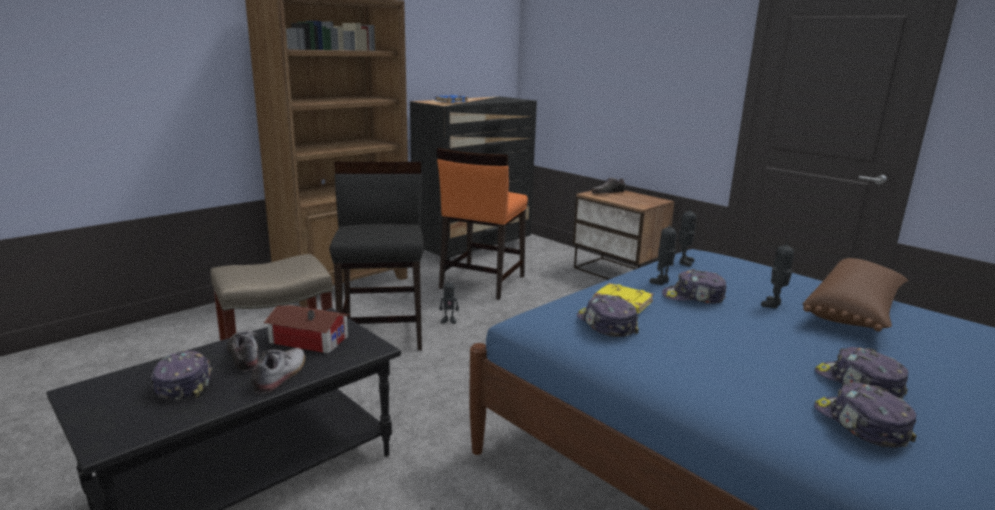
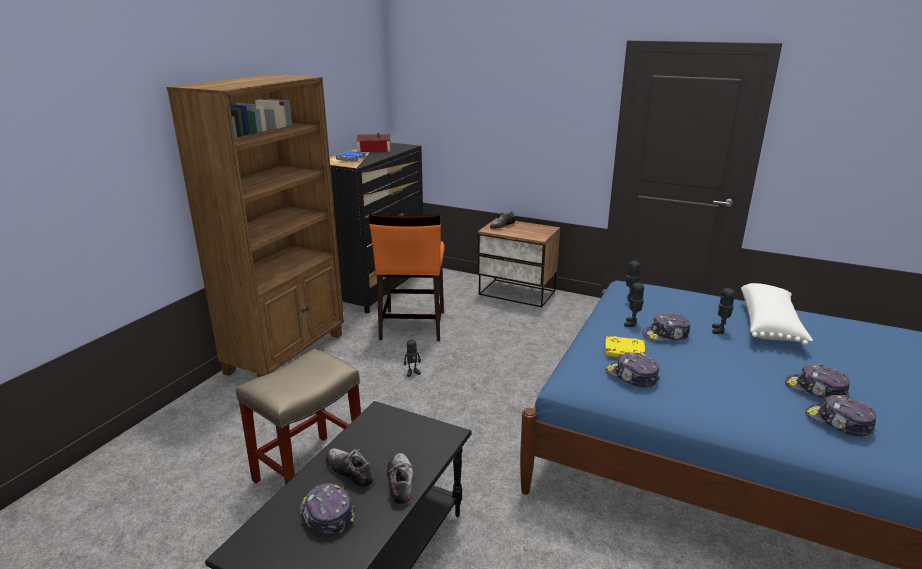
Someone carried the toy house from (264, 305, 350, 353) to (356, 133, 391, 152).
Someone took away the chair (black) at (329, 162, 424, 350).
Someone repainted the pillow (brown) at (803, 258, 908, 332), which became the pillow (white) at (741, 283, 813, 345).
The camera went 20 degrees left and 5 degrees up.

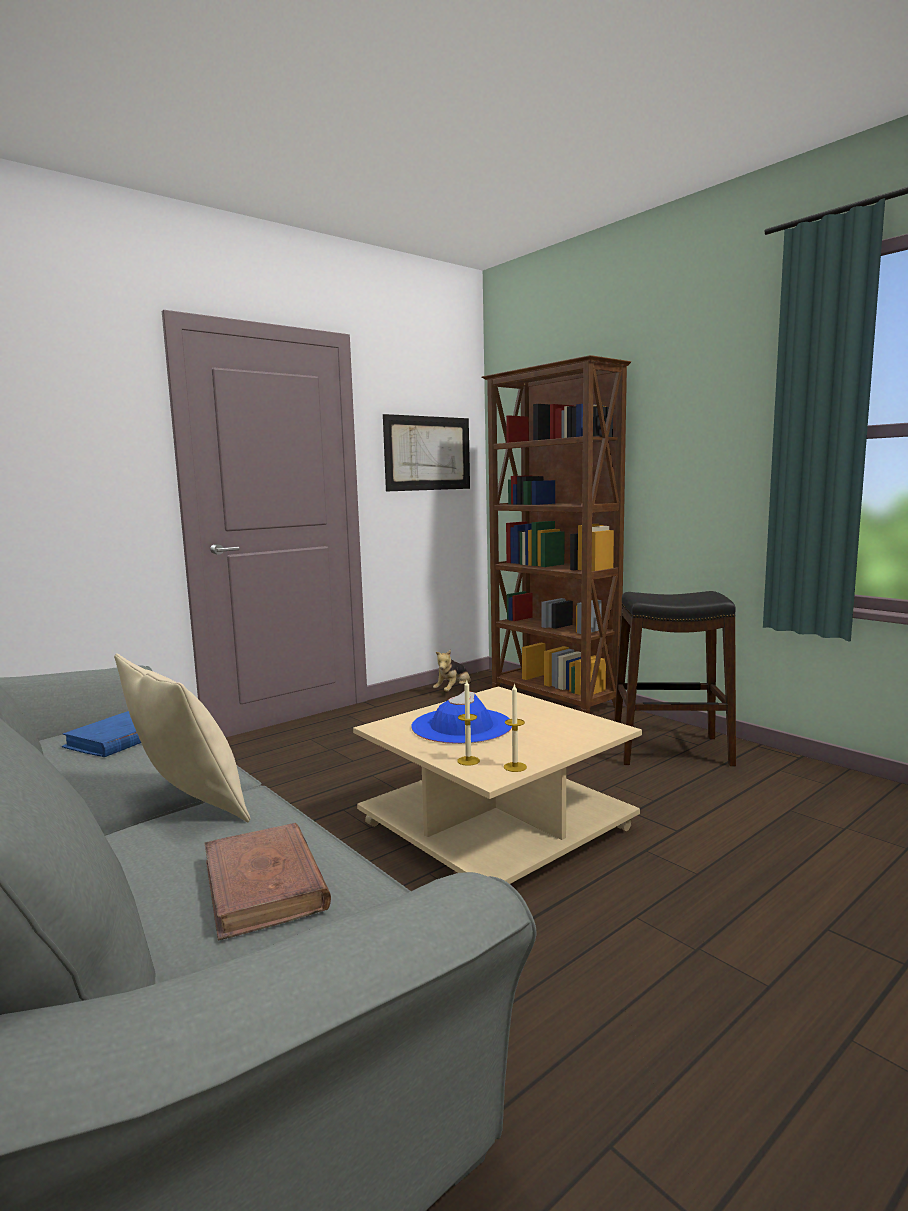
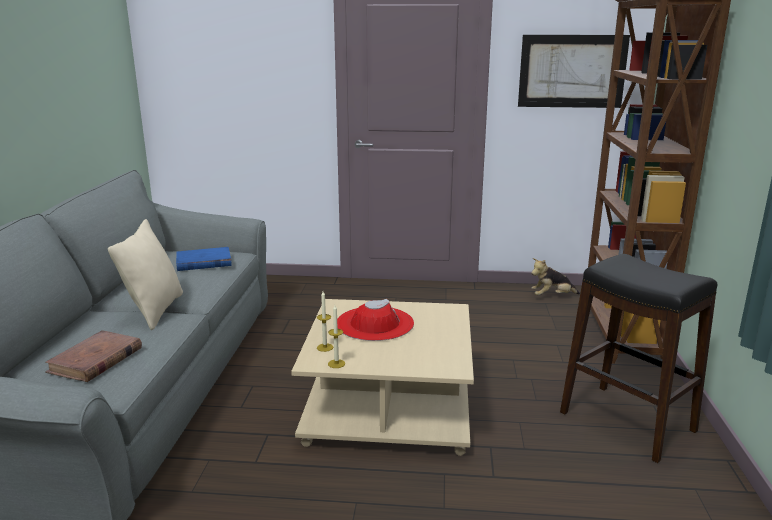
Someone repainted the hat (blue) at (411, 691, 512, 744), which became the hat (red) at (337, 299, 414, 341).
The camera went 45 degrees right and 10 degrees up.

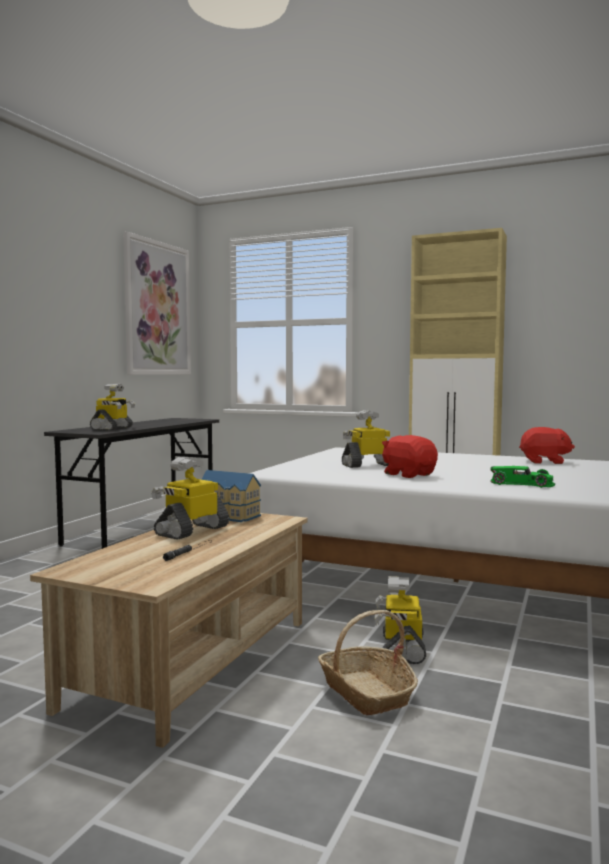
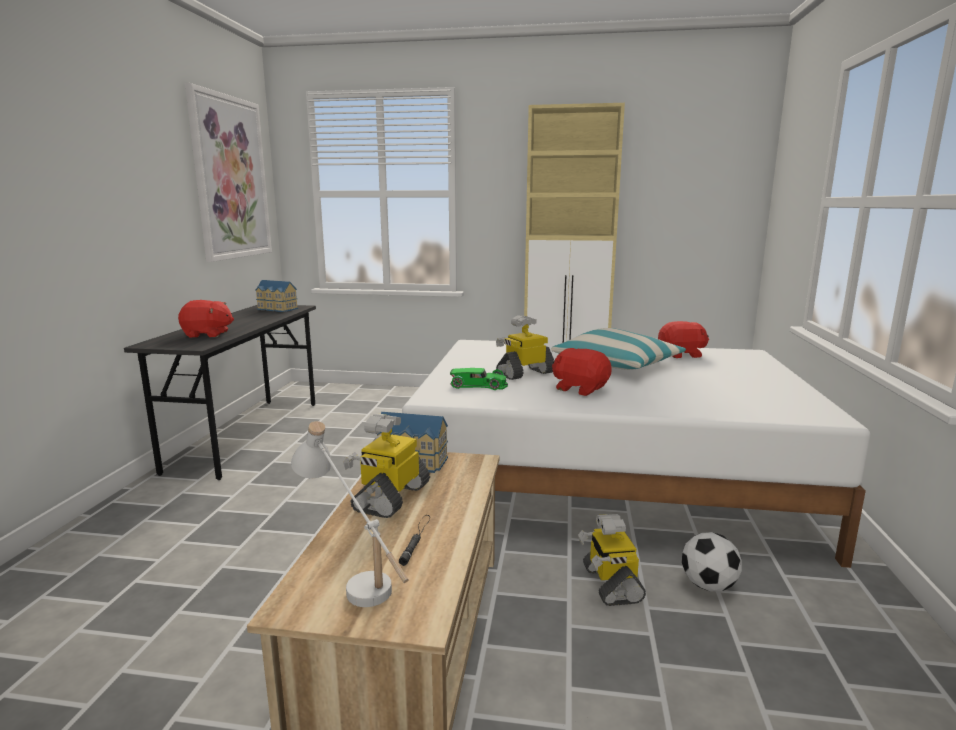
Someone swapped the toy robot at (90, 384, 135, 430) for the plush toy (red) at (178, 300, 234, 337).
Someone took away the basket at (318, 610, 418, 715).
Someone carried the toy car (green) from (490, 466, 555, 488) to (450, 368, 508, 390).
Someone put down the toy house at (255, 280, 298, 312).
Someone put down the table lamp (white) at (291, 421, 409, 607).
Someone put down the pillow at (551, 328, 686, 370).
Someone put down the football at (681, 532, 742, 591).
The camera went 15 degrees left and 10 degrees up.

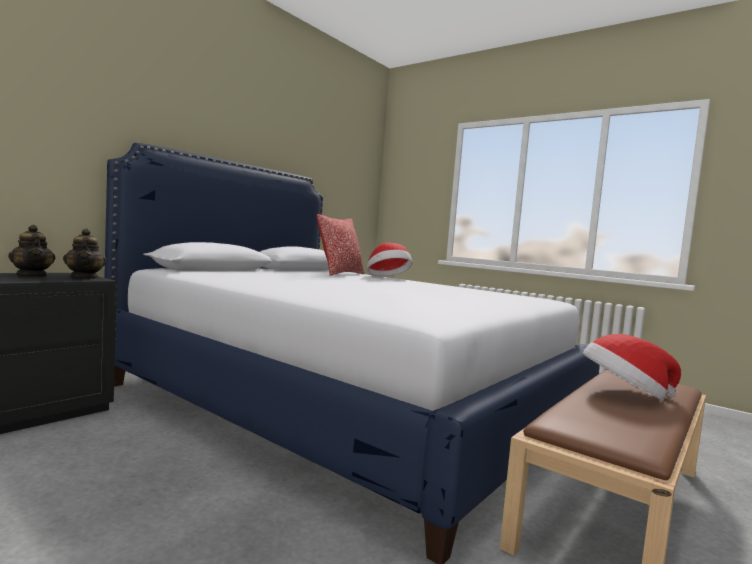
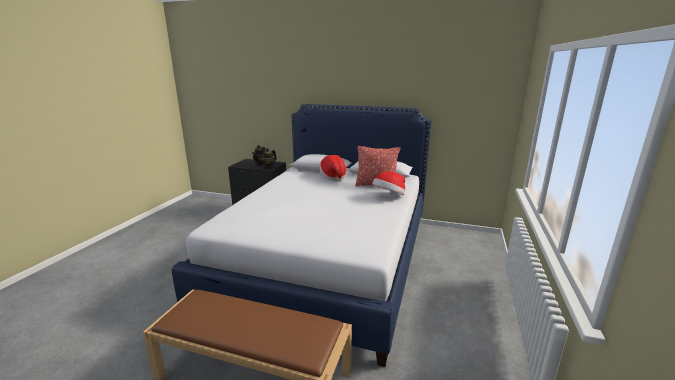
Someone carried the hat from (583, 334, 681, 401) to (319, 155, 347, 182).
The camera went 70 degrees right and 15 degrees up.

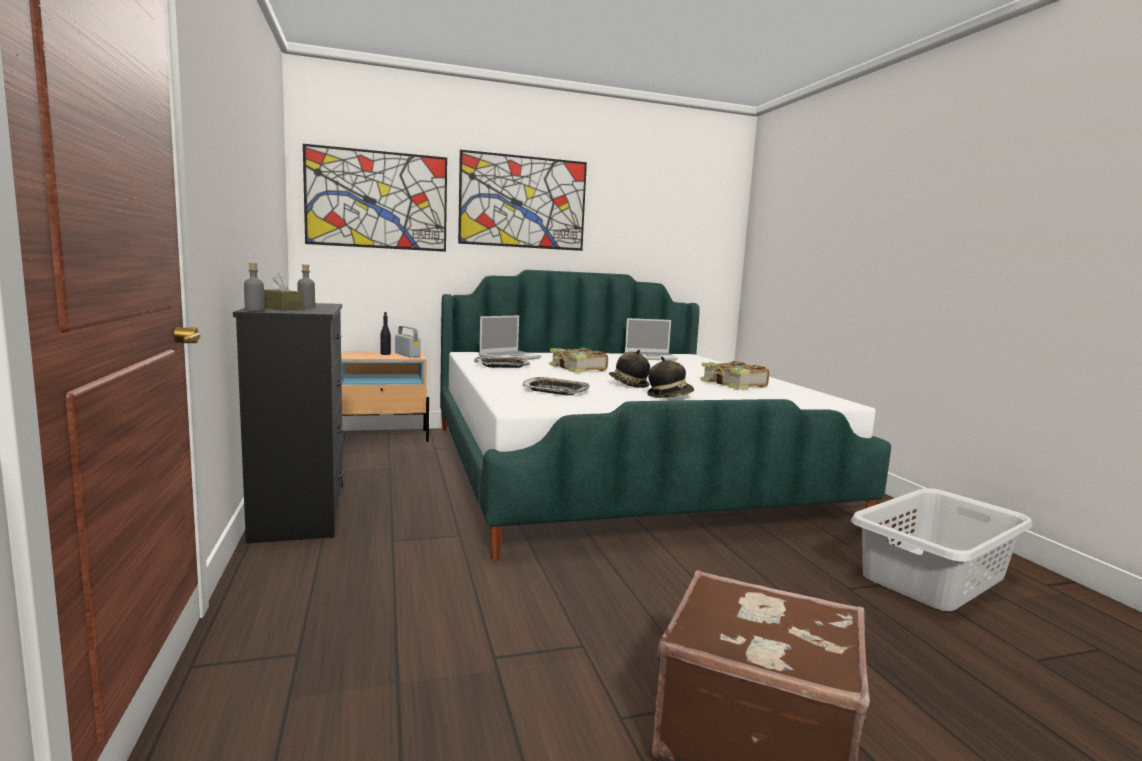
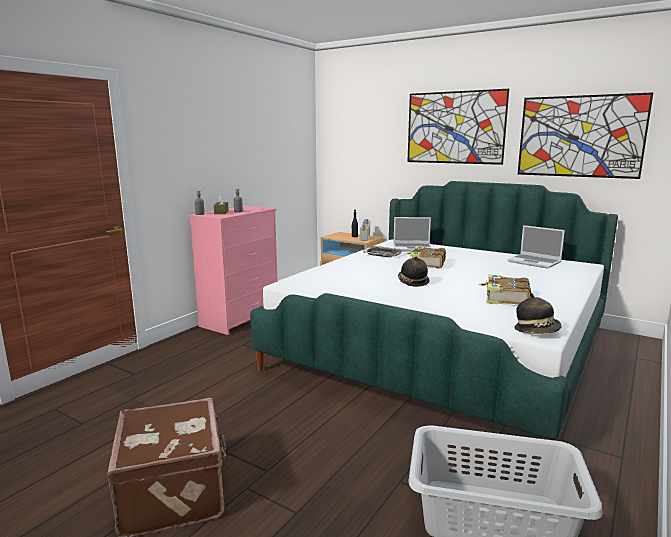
Someone repainted the dresser (black) at (233, 303, 343, 544), which became the dresser (pink) at (189, 206, 278, 335).
Someone carried the picture from (303, 144, 447, 252) to (518, 92, 653, 179).
Someone took away the tray at (523, 377, 590, 395).
Someone carried the hat from (647, 357, 694, 398) to (514, 293, 562, 334).
The camera went 50 degrees right and 5 degrees up.

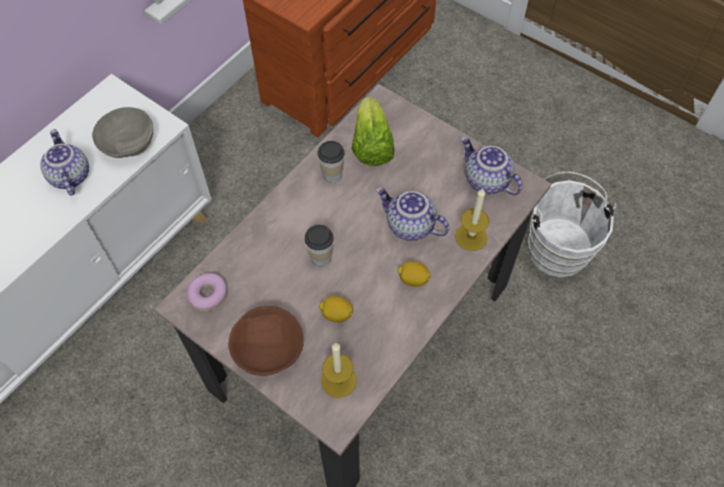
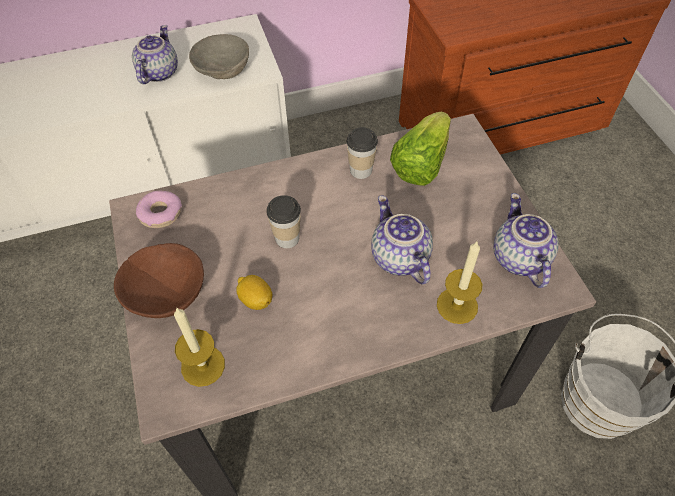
Someone took away the lemon at (397, 261, 431, 287).
The camera went 35 degrees right and 5 degrees down.

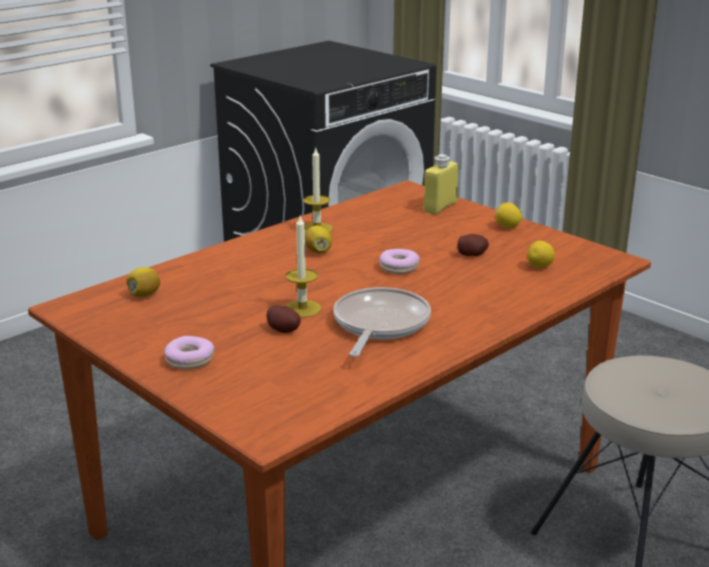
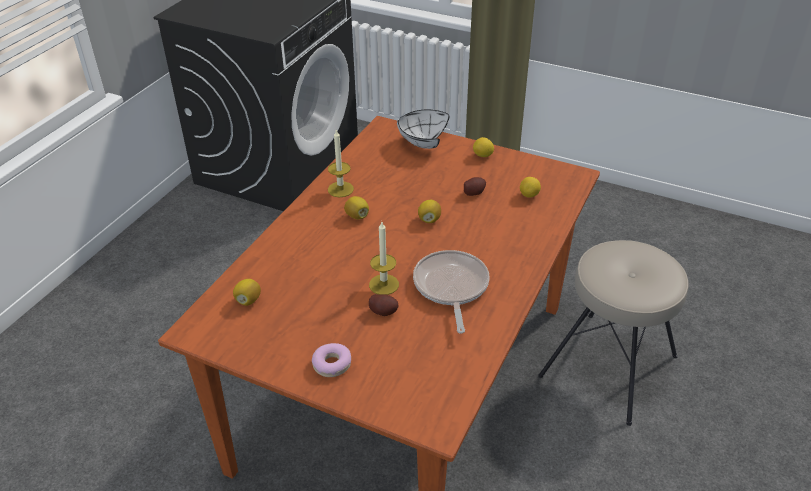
Someone swapped the donut at (379, 249, 420, 274) for the lemon at (418, 200, 441, 223).
Someone swapped the bottle (yellow) at (423, 154, 459, 214) for the bowl (white) at (397, 109, 450, 149).
The camera went 20 degrees left and 15 degrees up.

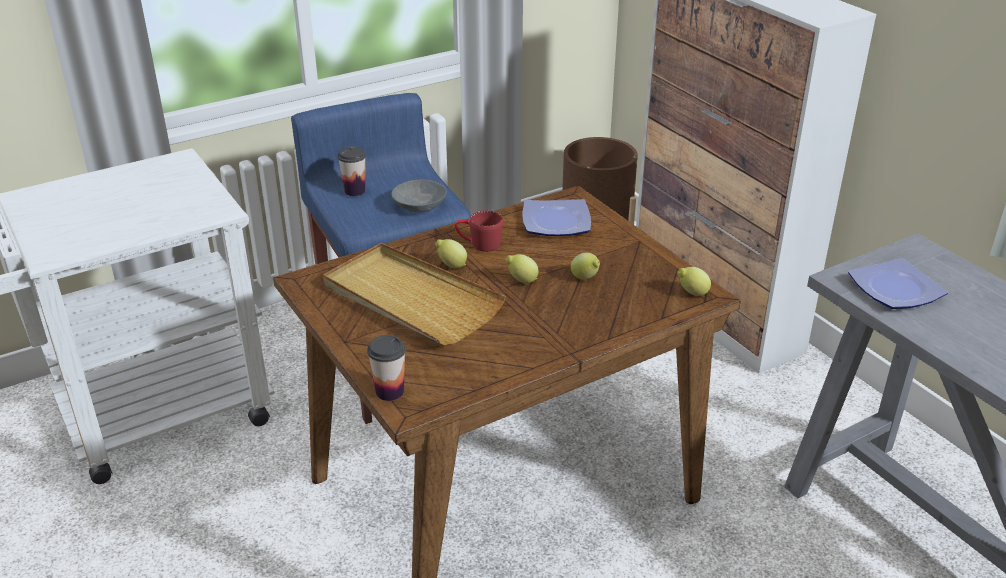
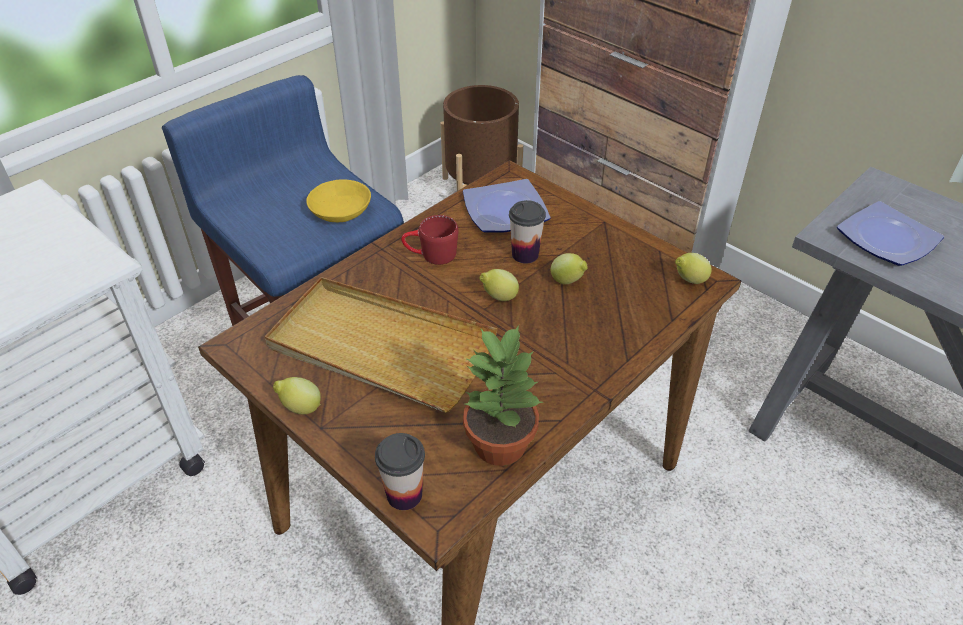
Someone carried the cup from (338, 146, 366, 196) to (509, 200, 546, 264).
Someone repainted the bowl (grey) at (391, 179, 447, 212), which became the bowl (yellow) at (306, 179, 371, 222).
Someone carried the lemon from (435, 239, 467, 268) to (273, 377, 321, 414).
Someone put down the potted plant at (463, 325, 543, 466).
The camera went 15 degrees left and 10 degrees up.

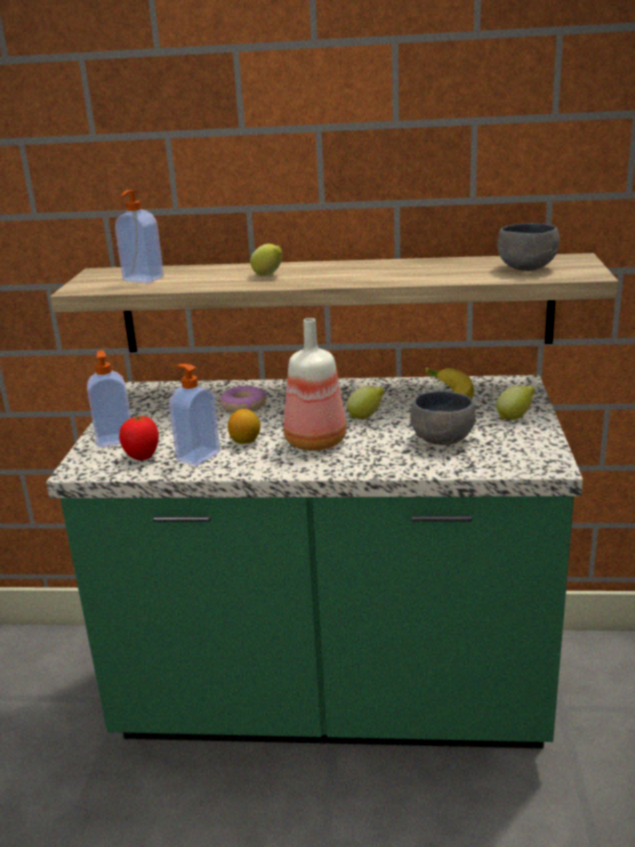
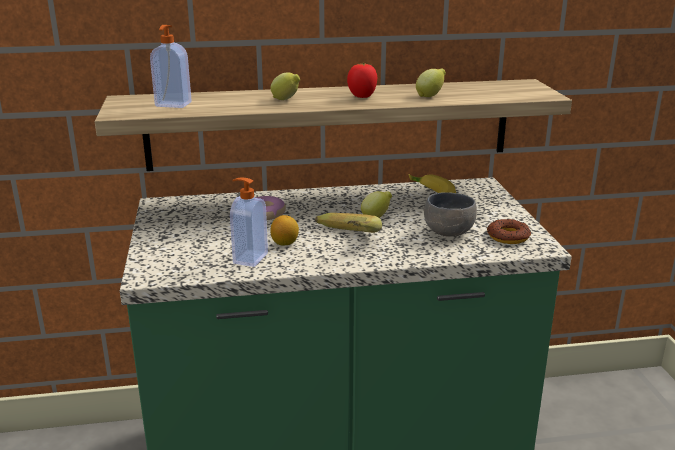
Someone took away the soap dispenser at (87, 350, 131, 447).
Someone carried the tomato from (119, 416, 159, 460) to (347, 63, 378, 98).
Someone swapped the bottle at (284, 318, 347, 451) for the banana at (315, 213, 382, 233).
Someone carried the lemon from (496, 386, 535, 420) to (416, 69, 446, 97).
Someone took away the bowl (grey) at (497, 223, 560, 271).
Someone put down the donut at (487, 219, 531, 244).
The camera went 15 degrees left and 0 degrees up.

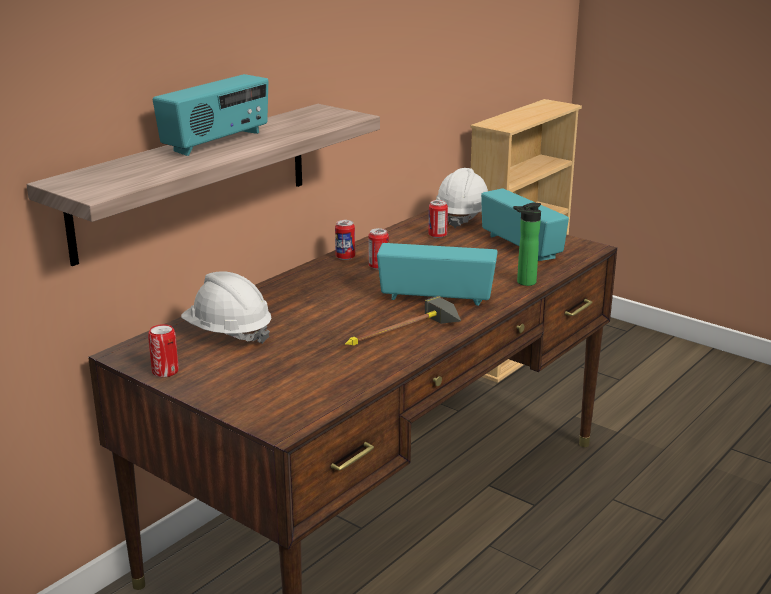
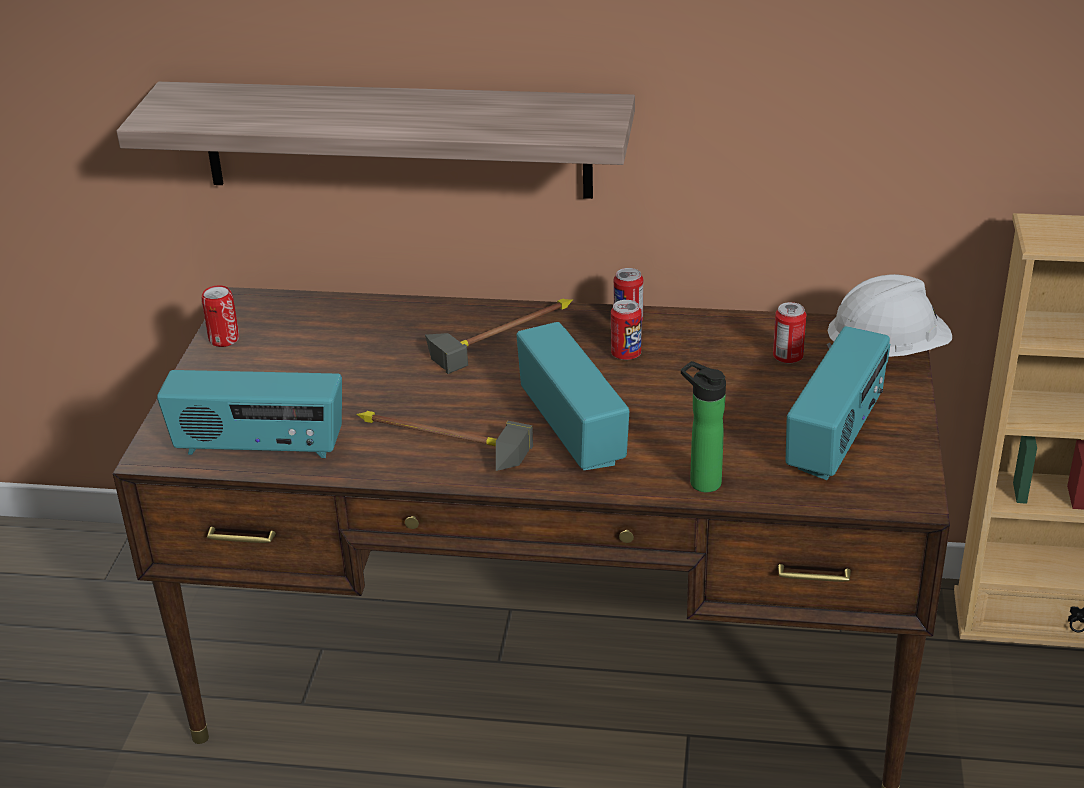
Someone carried the radio from (153, 74, 268, 156) to (157, 370, 342, 458).
Someone took away the hard hat (white) at (181, 271, 271, 344).
Someone put down the hammer at (425, 298, 573, 374).
The camera went 60 degrees right and 10 degrees up.

